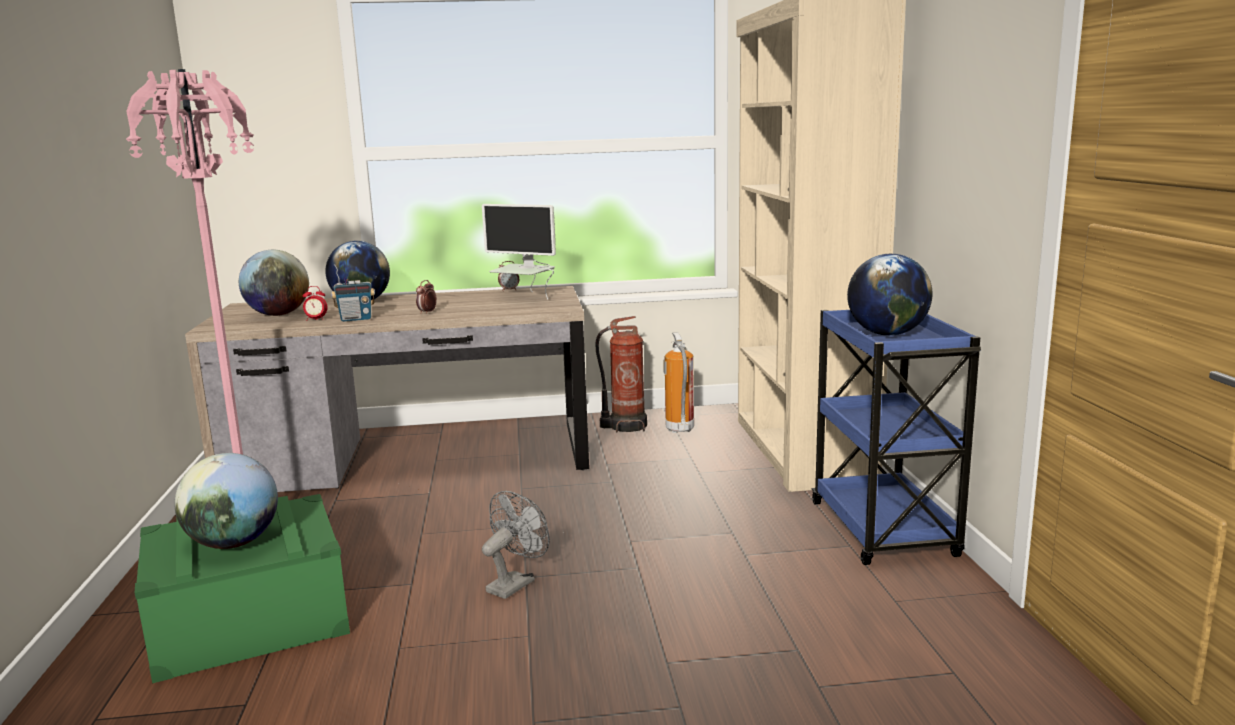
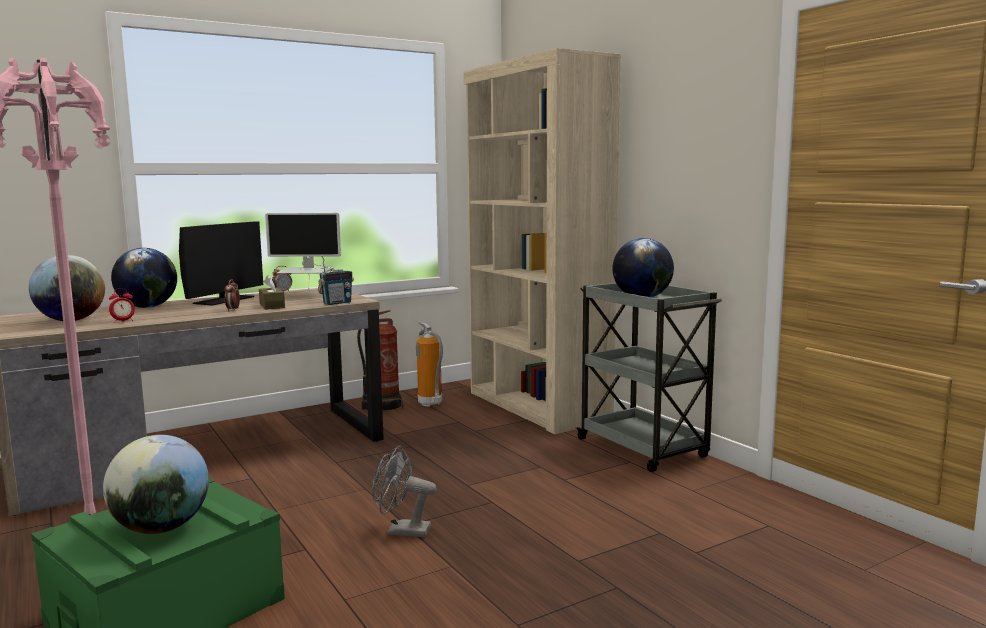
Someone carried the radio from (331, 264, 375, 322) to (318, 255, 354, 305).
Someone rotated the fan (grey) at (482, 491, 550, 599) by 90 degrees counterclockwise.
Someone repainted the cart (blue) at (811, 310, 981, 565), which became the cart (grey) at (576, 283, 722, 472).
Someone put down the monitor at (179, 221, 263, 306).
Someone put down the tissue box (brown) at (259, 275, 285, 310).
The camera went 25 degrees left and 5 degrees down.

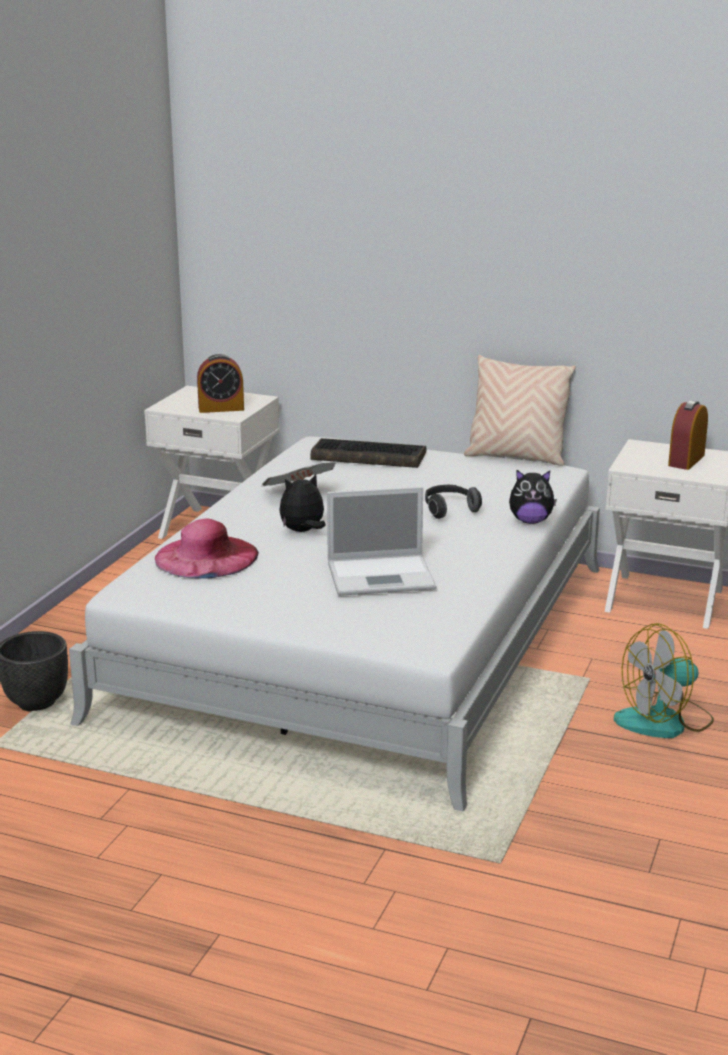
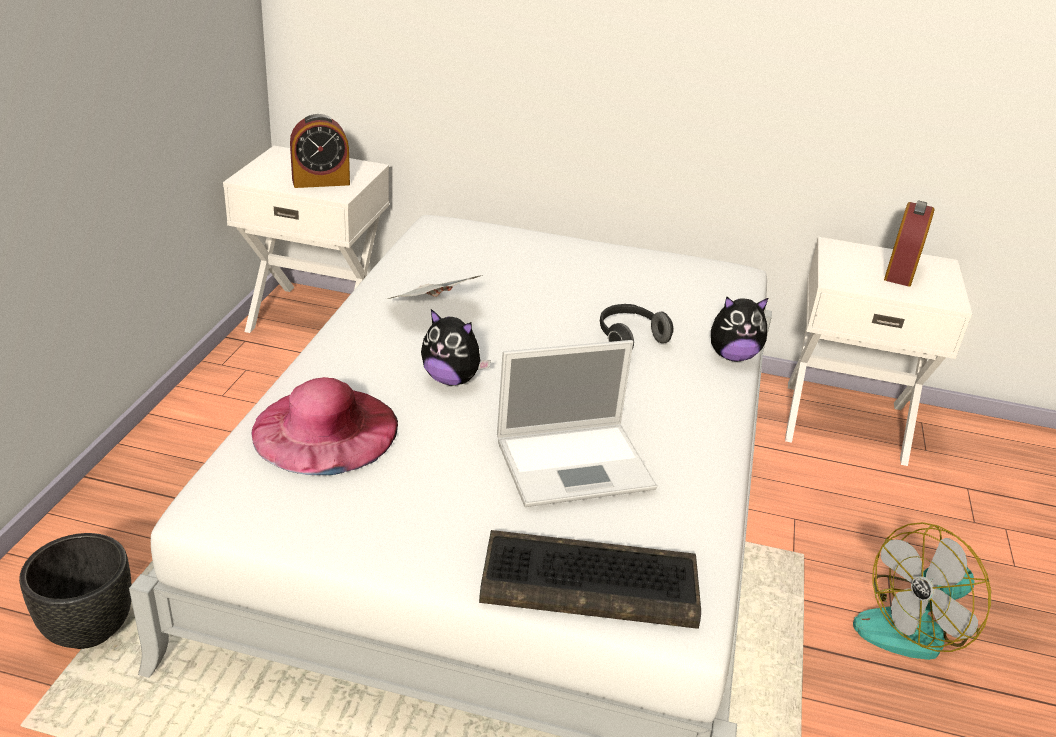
Someone rotated the plush toy at (279, 474, 326, 532) by 120 degrees counterclockwise.
Someone carried the keyboard from (311, 438, 426, 468) to (479, 530, 701, 629).
Someone took away the pillow (beige) at (464, 355, 576, 466).
The camera went 10 degrees left and 10 degrees up.

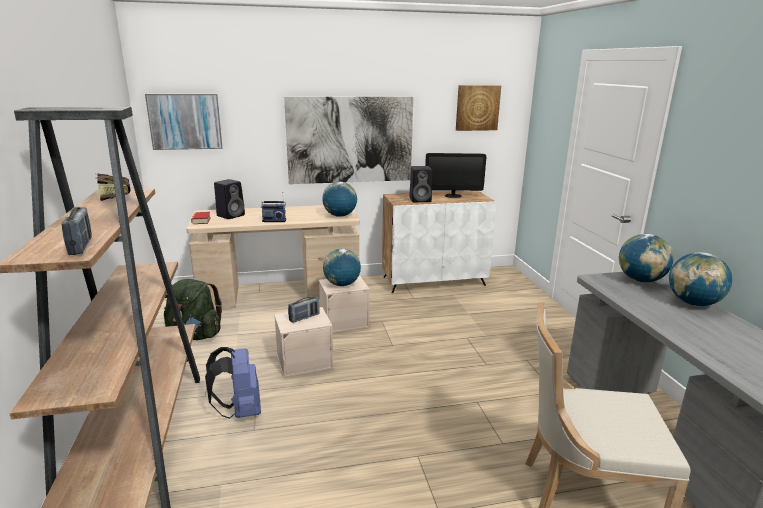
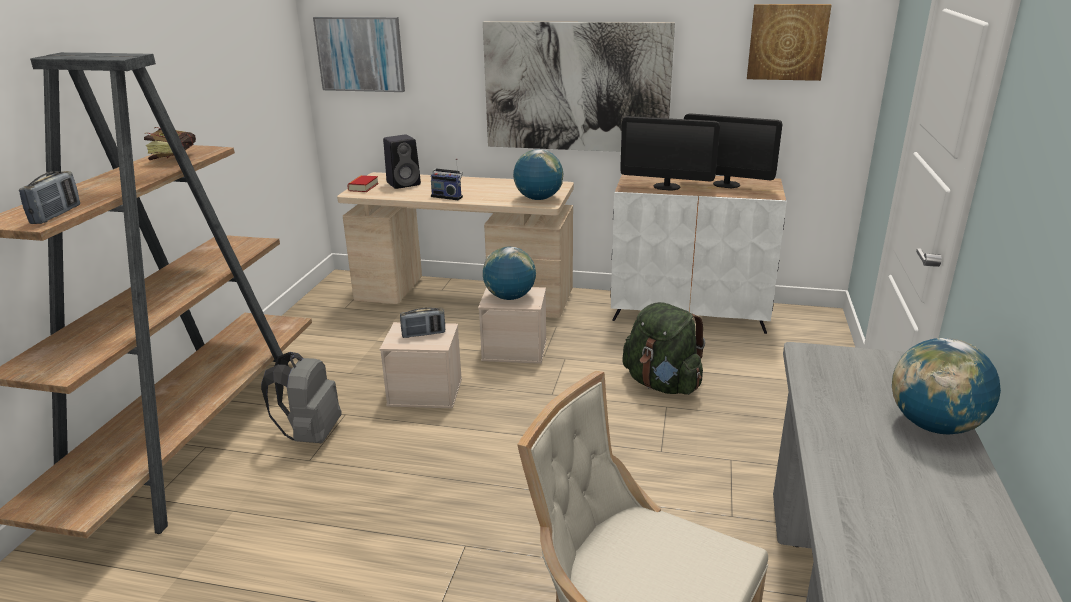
Someone carried the backpack (green) from (164, 279, 222, 340) to (623, 302, 705, 395).
Someone repainted the backpack (blue) at (205, 347, 261, 419), which became the backpack (grey) at (261, 352, 342, 443).
Someone swapped the speaker (black) at (409, 166, 432, 202) for the monitor at (621, 116, 720, 191).
Someone took away the globe at (619, 234, 674, 283).
The camera went 25 degrees right and 5 degrees up.

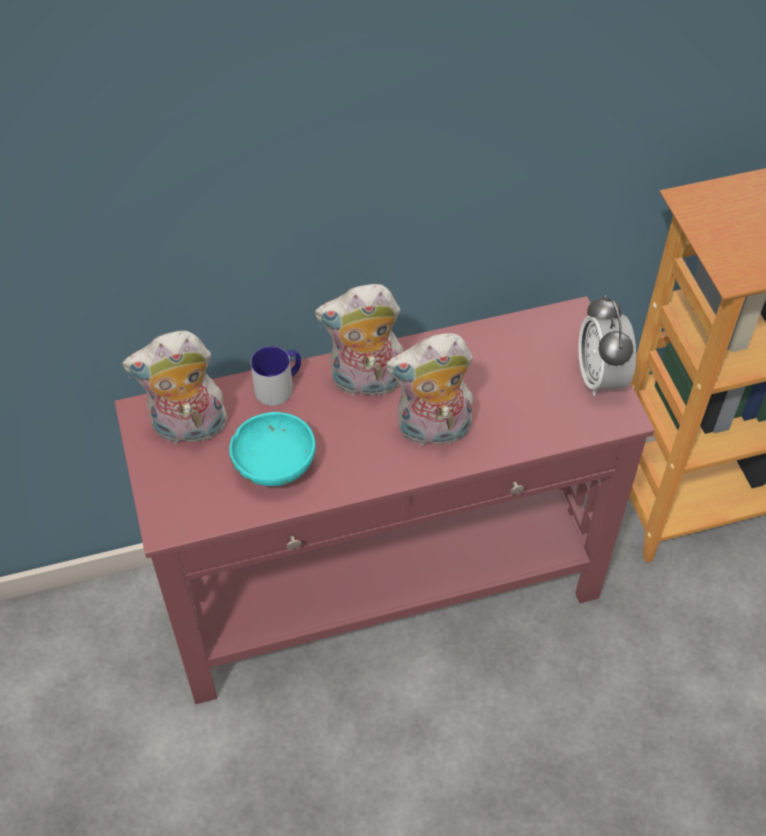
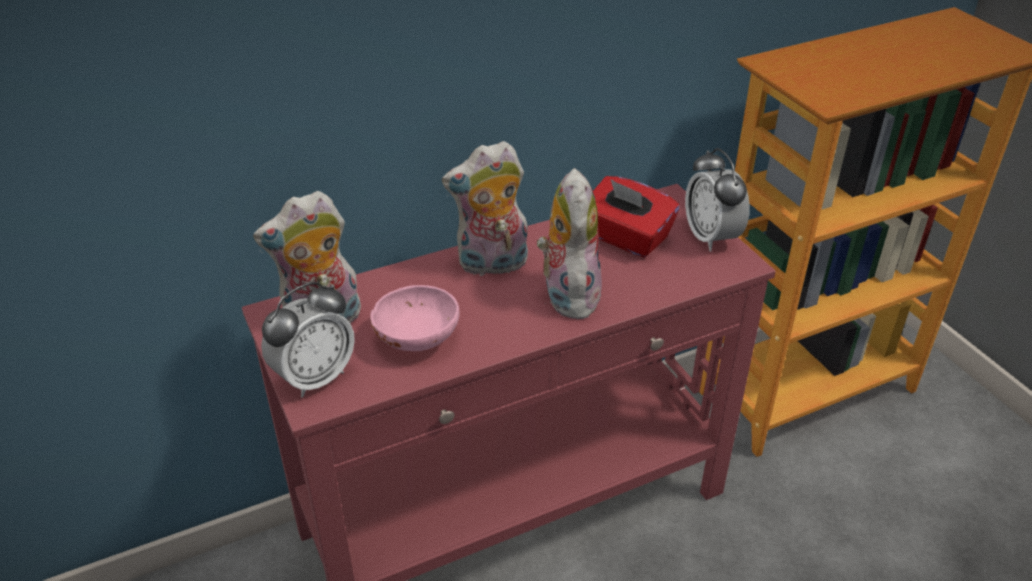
Someone repainted the bowl (turquoise) at (229, 412, 316, 486), which became the bowl (pink) at (370, 285, 460, 351).
Someone took away the mug at (251, 346, 301, 406).
Someone rotated the plush toy at (386, 333, 473, 446) by 105 degrees clockwise.
Someone put down the alarm clock at (261, 282, 355, 397).
Someone put down the tissue box (red) at (593, 176, 680, 258).
The camera went 10 degrees left and 15 degrees down.

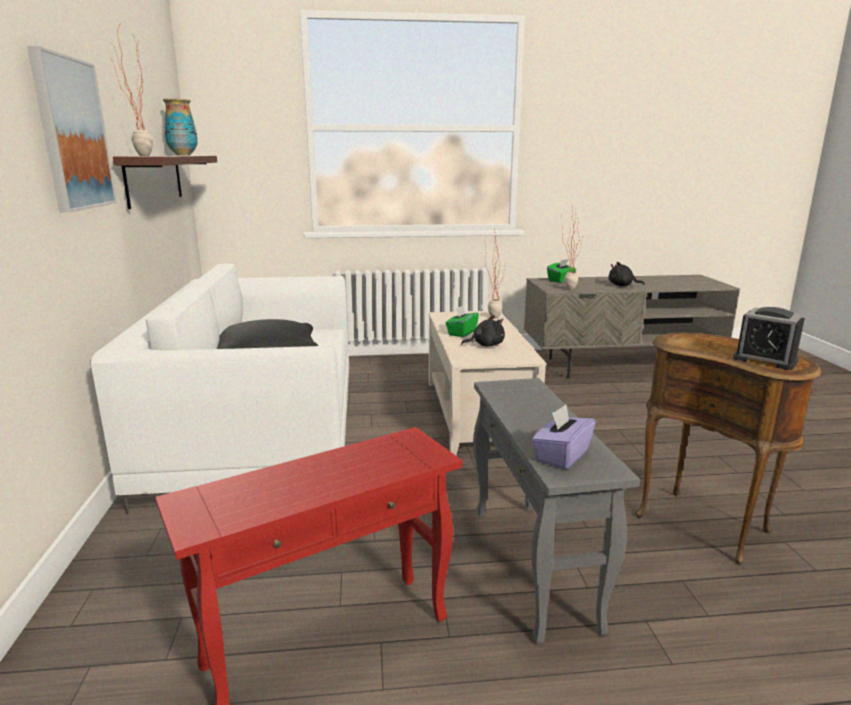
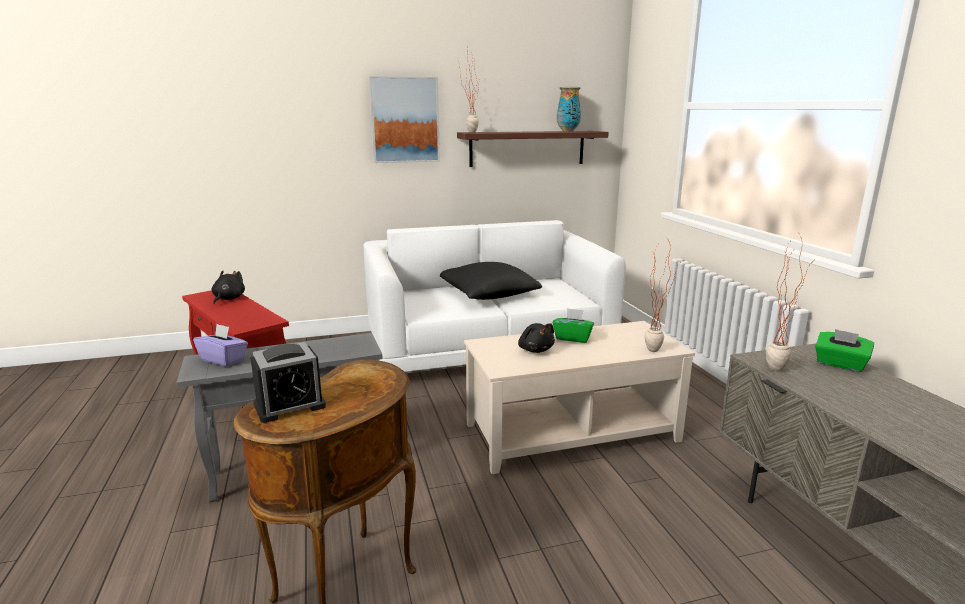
Someone carried the plush toy (black) from (608, 262, 645, 286) to (212, 271, 245, 304).
Someone rotated the alarm clock at (733, 307, 805, 370) by 150 degrees counterclockwise.
The camera went 80 degrees right and 0 degrees up.

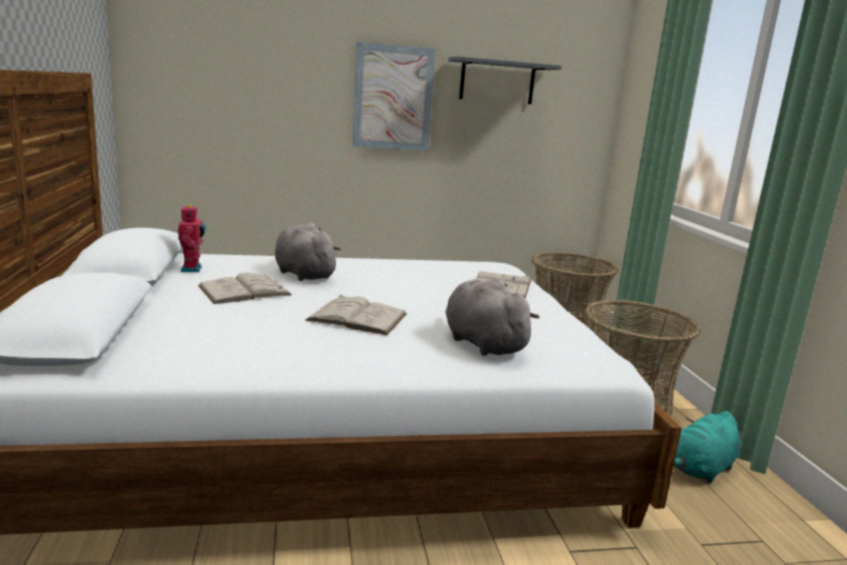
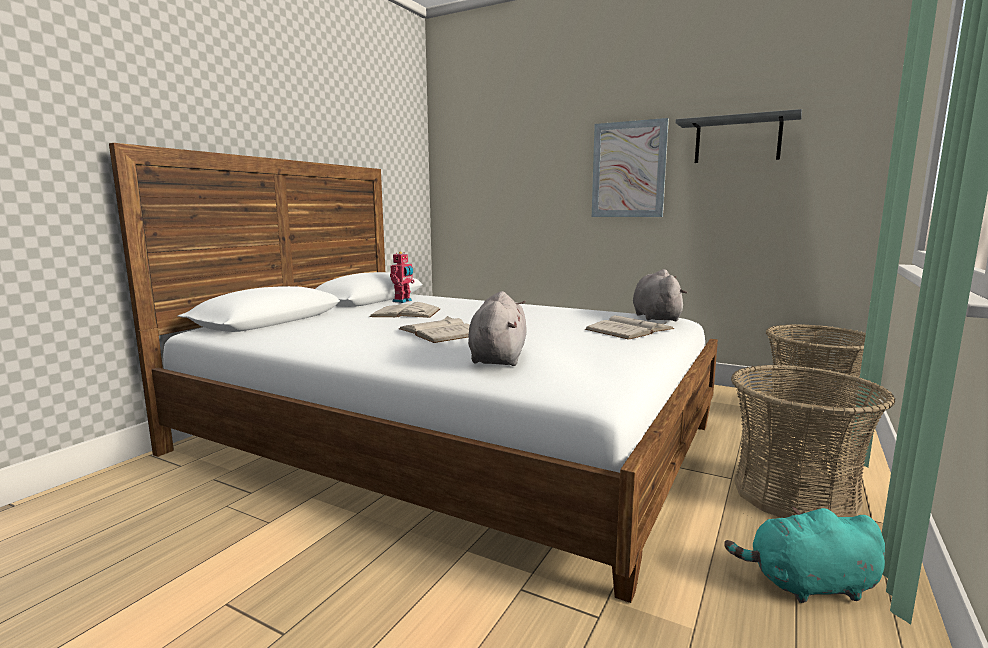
Someone carried the plush toy (grey) from (275, 223, 341, 281) to (633, 269, 687, 321).
The camera went 40 degrees right and 5 degrees down.

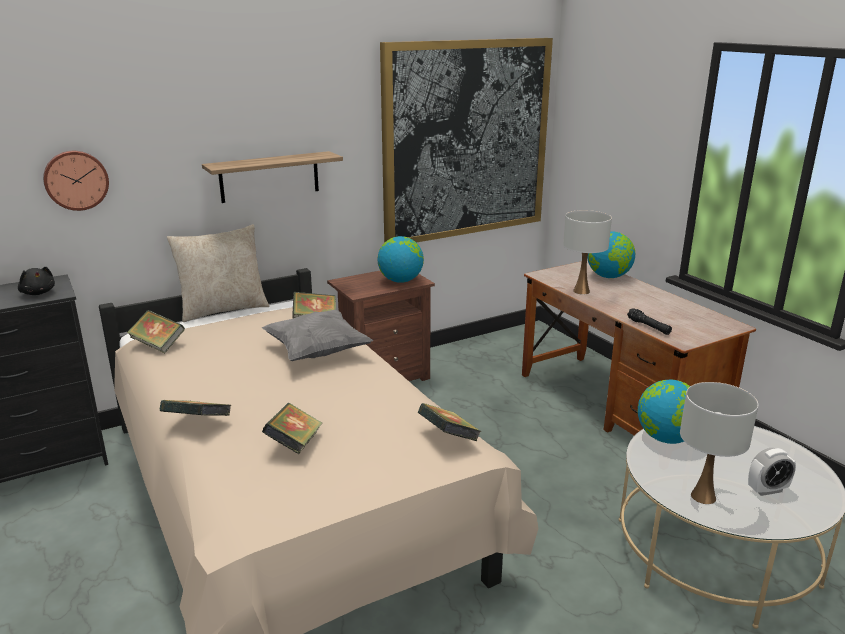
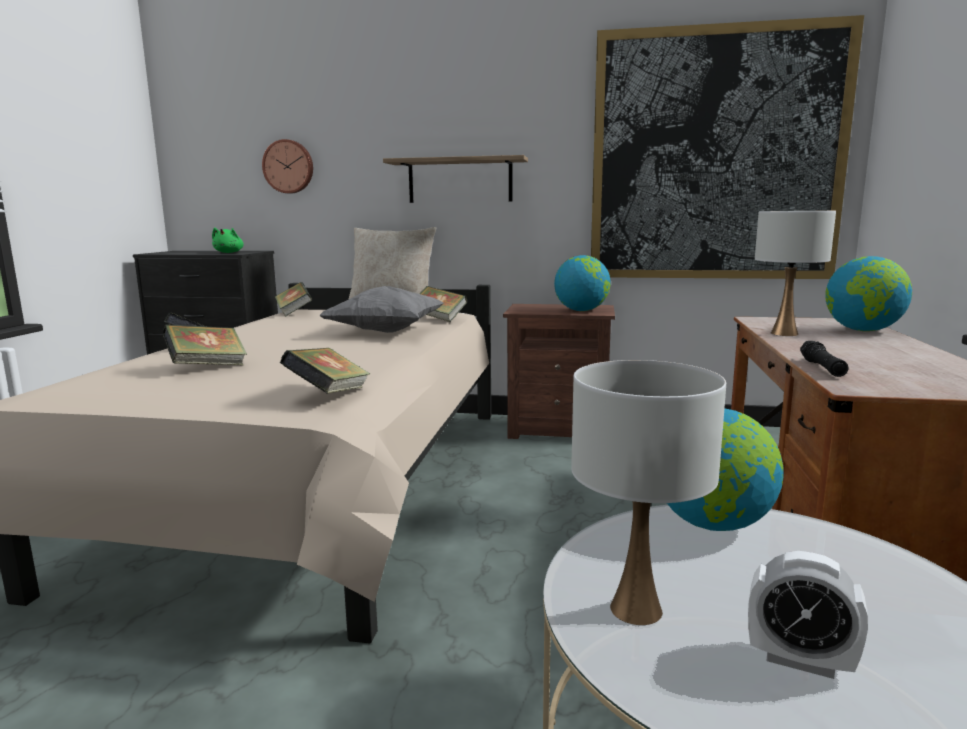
Someone repainted the plush toy (black) at (18, 267, 55, 295), which became the plush toy (green) at (212, 228, 244, 253).
The camera went 40 degrees right and 10 degrees down.

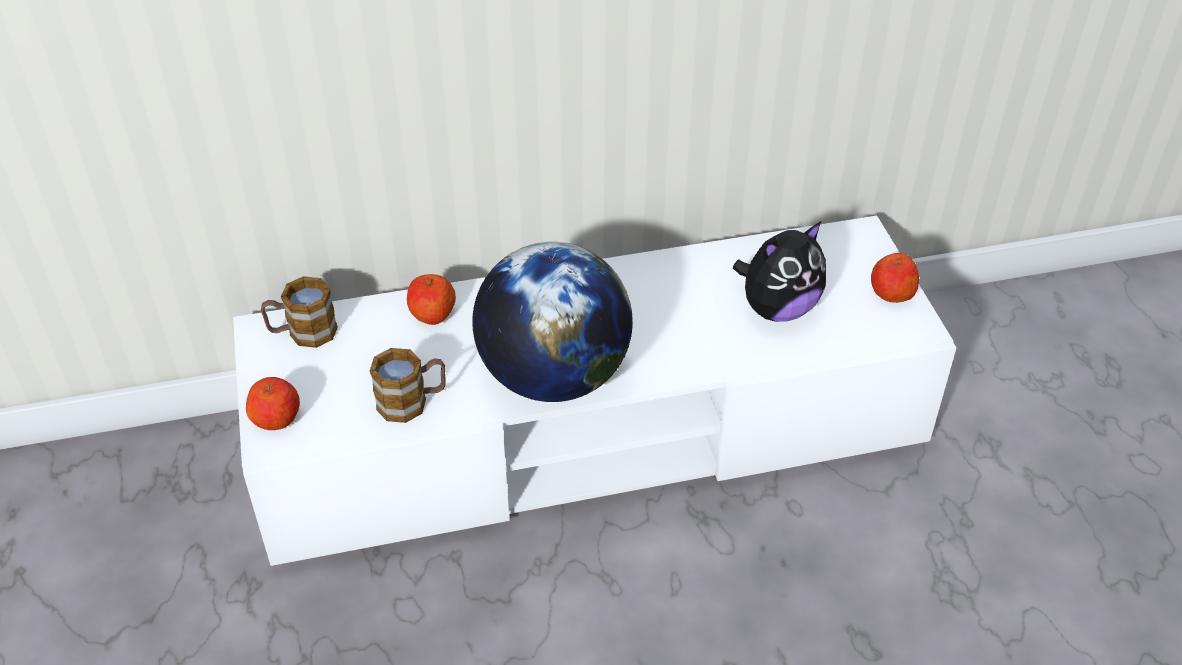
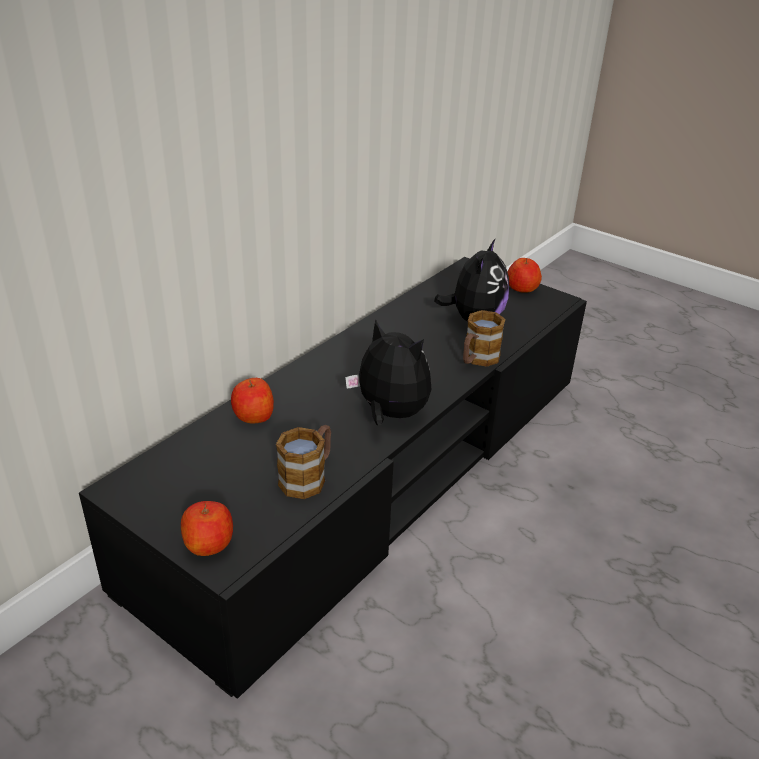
Someone repainted the tv stand (white) at (233, 216, 956, 566), which became the tv stand (black) at (79, 257, 587, 699).
Someone carried the mug from (261, 276, 338, 348) to (463, 310, 505, 367).
Someone swapped the globe at (472, 242, 633, 402) for the plush toy at (345, 319, 432, 425).
The camera went 40 degrees left and 10 degrees down.

